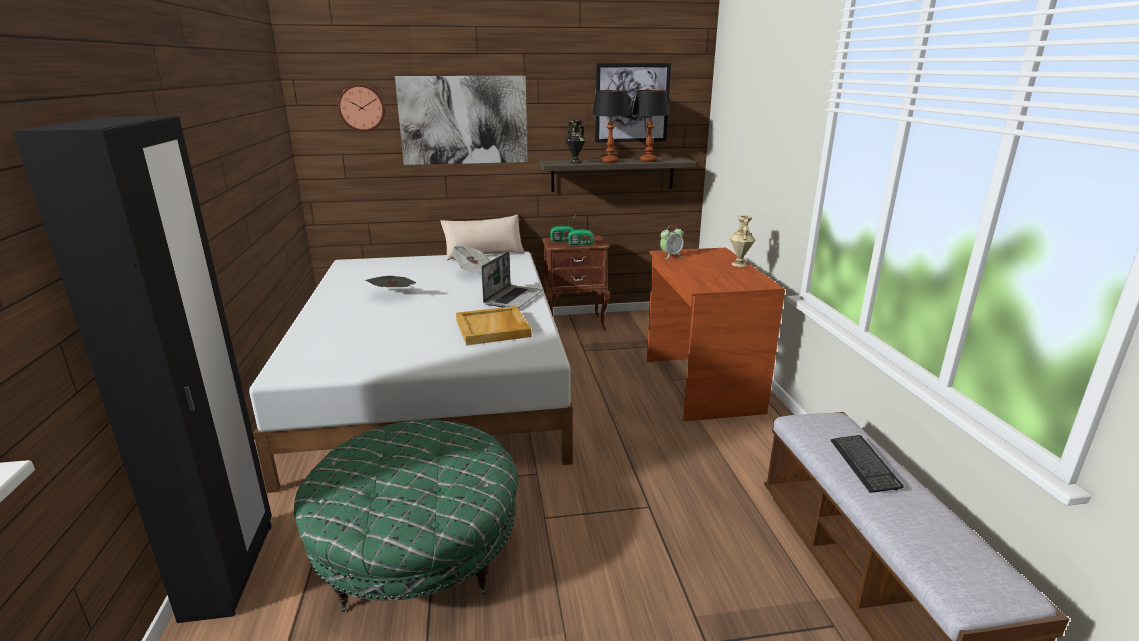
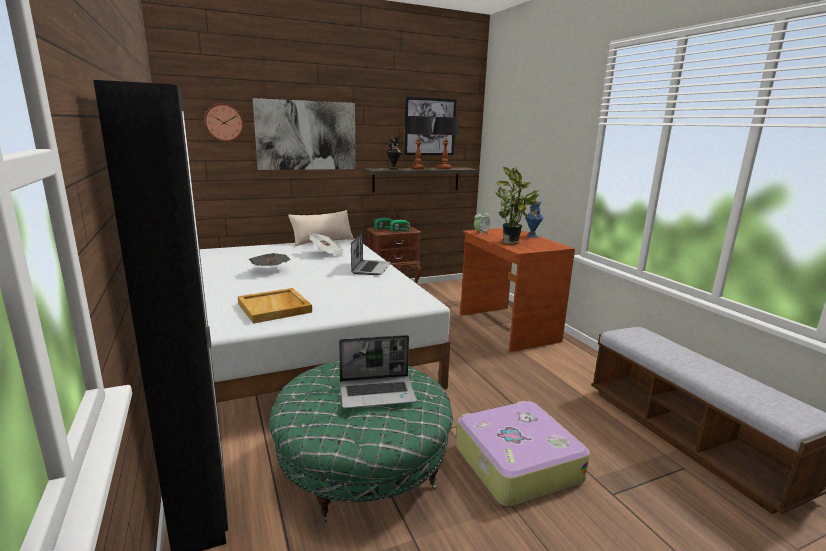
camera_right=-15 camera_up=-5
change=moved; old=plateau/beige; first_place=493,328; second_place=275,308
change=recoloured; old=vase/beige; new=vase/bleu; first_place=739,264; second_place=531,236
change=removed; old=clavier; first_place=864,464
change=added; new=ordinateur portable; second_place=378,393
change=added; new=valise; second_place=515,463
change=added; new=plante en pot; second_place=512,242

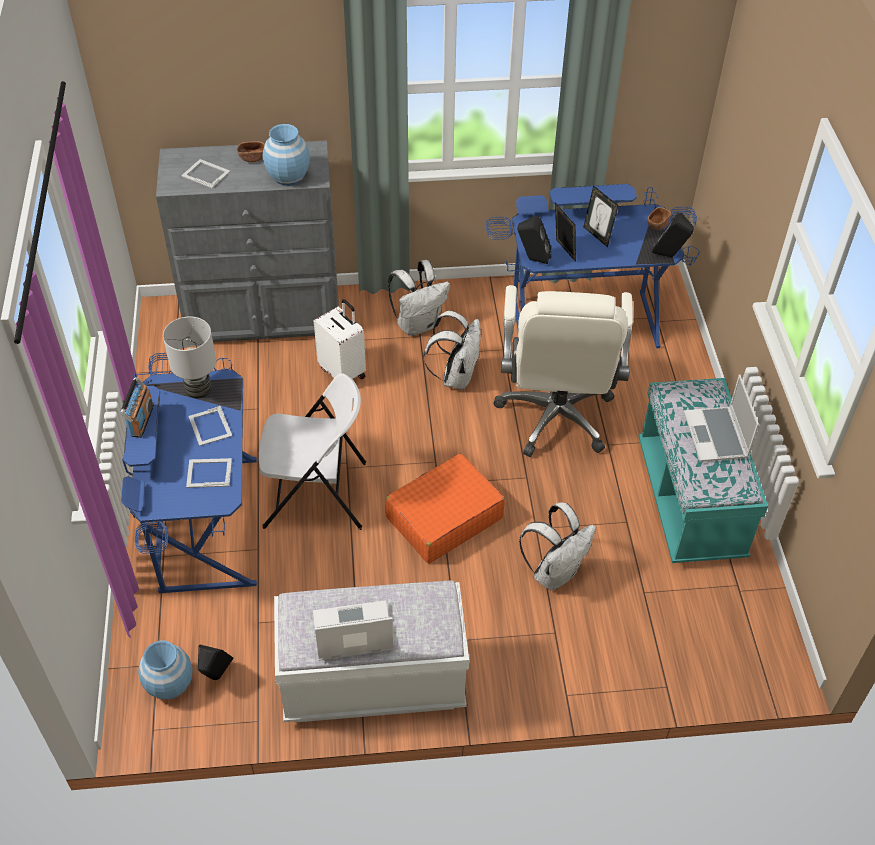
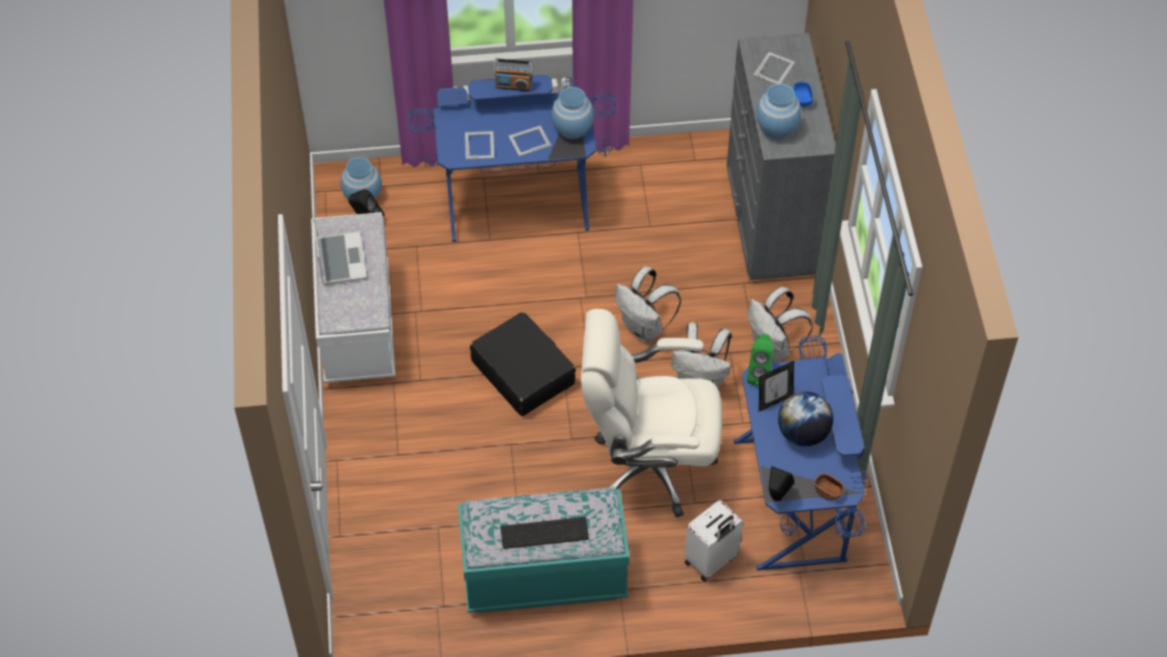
camera_right=90 camera_up=5
change=replaced; old=lampe de table/gris; new=vase/bleu; first_place=198,389; second_place=572,129
change=recoloured; old=bol/marron; new=bol/bleu; first_place=252,158; second_place=802,100
change=removed; old=chaise/blanc; first_place=315,494
change=moved; old=valise/blanc; first_place=343,372; second_place=711,561
change=recoloured; old=valise/orange; new=valise/noir; first_place=443,518; second_place=523,372
change=recoloured; old=enceinte/noir; new=enceinte/vert; first_place=532,259; second_place=759,374
change=moved; old=sac à dos/blanc; first_place=555,572; second_place=645,328
change=replaced; old=cadre photo; new=globe; first_place=597,235; second_place=803,433
change=replaced; old=ordinateur portable; new=clavier; first_place=717,436; second_place=543,534

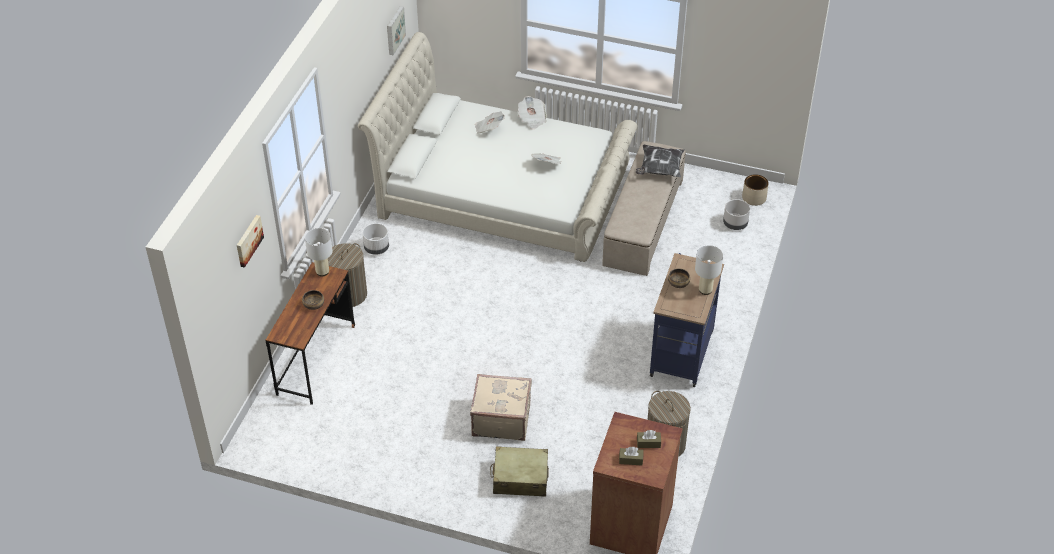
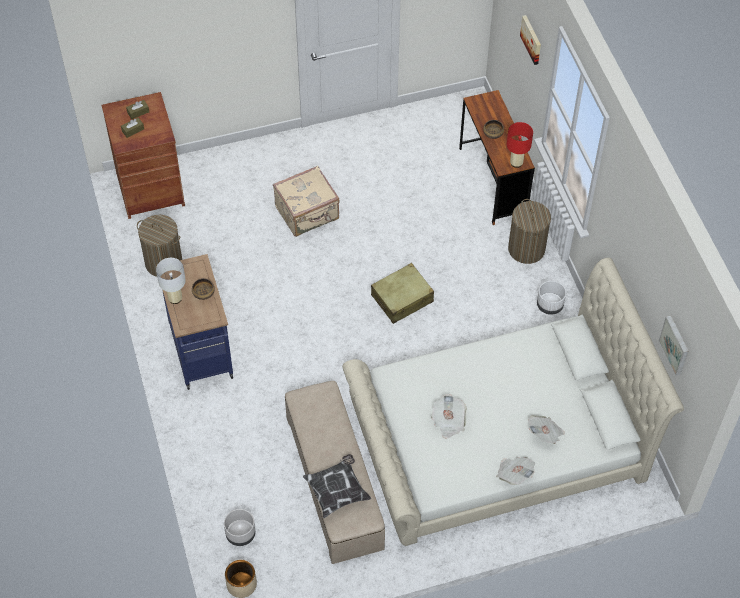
camera_right=145 camera_up=10
change=recoloured; old=lampe de table/blanc; new=lampe de table/rouge; first_place=323,272; second_place=516,163
change=moved; old=valise/beige; first_place=520,478; second_place=402,299

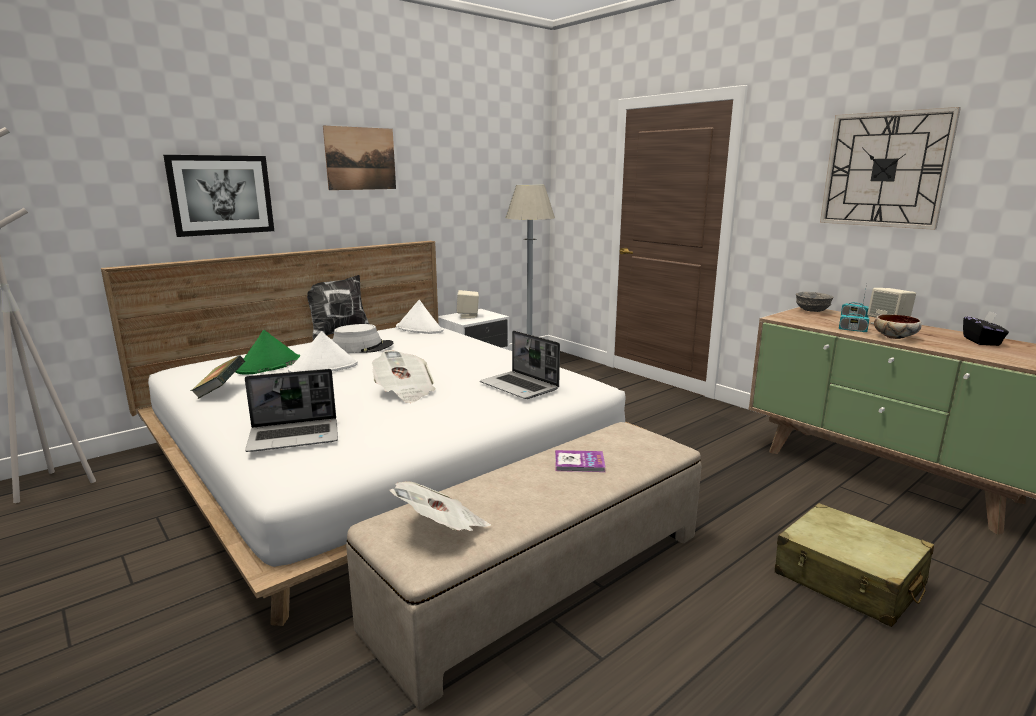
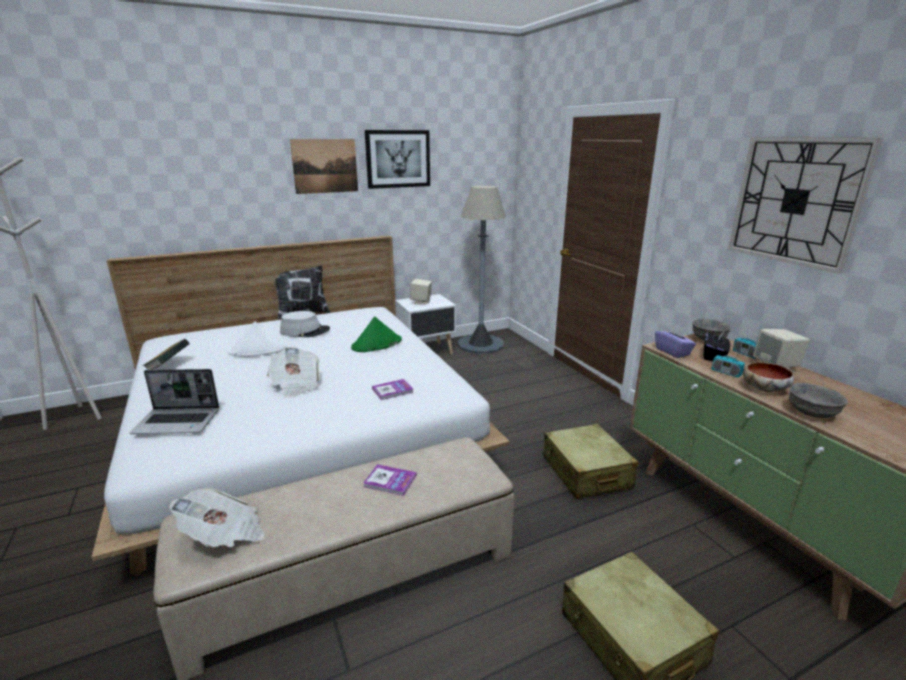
camera_right=15 camera_up=5
change=moved; old=tableau; first_place=221,195; second_place=398,159
change=moved; old=chapeau/vert; first_place=269,365; second_place=376,344
change=removed; old=chapeau/blanc; first_place=419,329
change=replaced; old=ordinateur portable; new=livre; first_place=520,387; second_place=392,390
change=moved; old=boîte à mouchoirs/noir; first_place=981,341; second_place=714,356
change=added; new=valise/beige; second_place=586,472
change=added; new=boîte à mouchoirs/violet; second_place=673,352
change=added; new=bol/gris; second_place=811,413

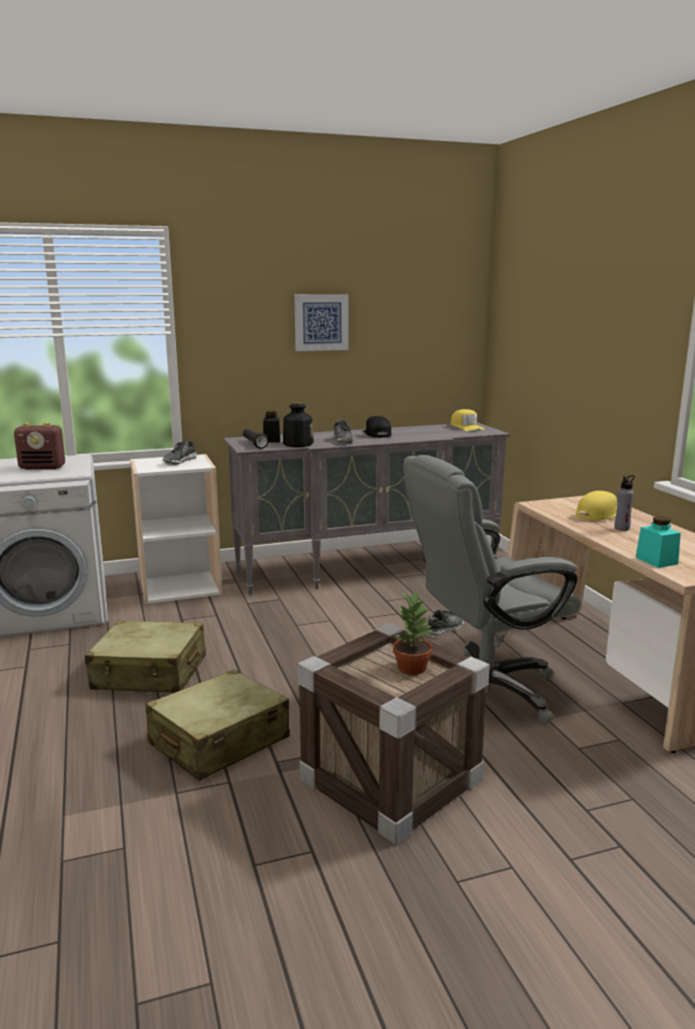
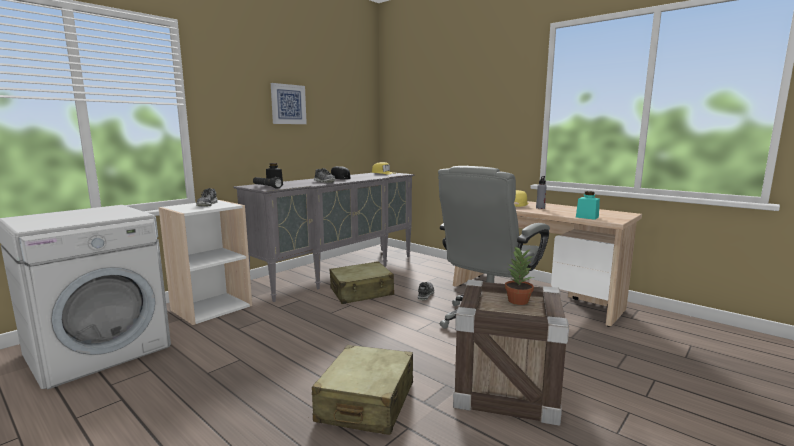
camera_right=-30 camera_up=-5
change=removed; old=radio; first_place=43,467
change=moved; old=valise/beige; first_place=150,673; second_place=361,292
change=removed; old=bouteille; first_place=297,444

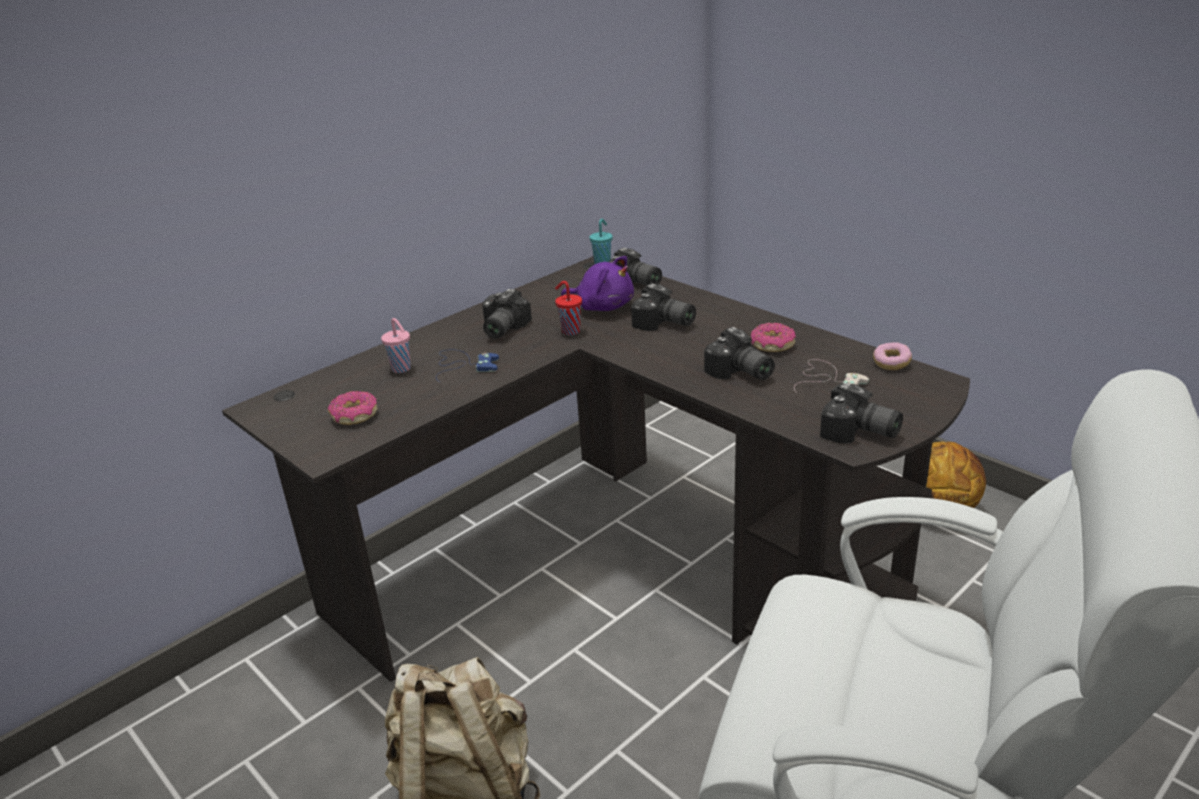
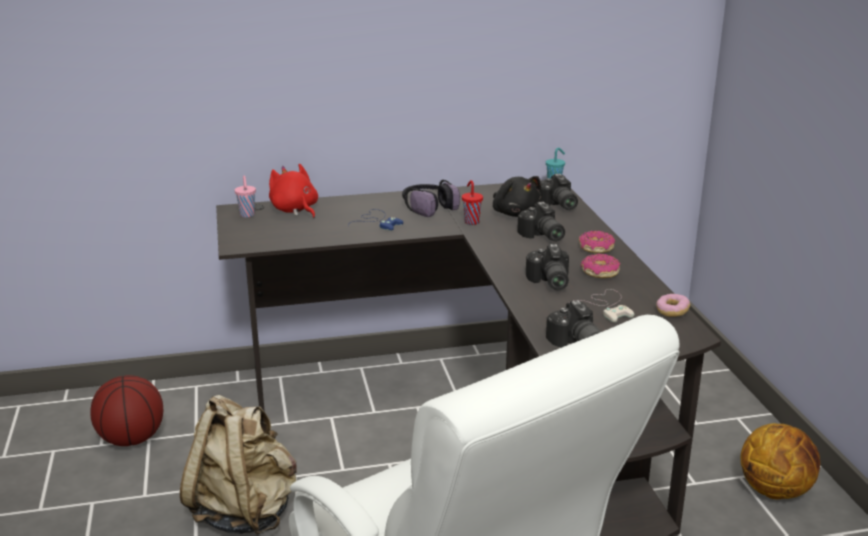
camera_right=30 camera_up=-5
change=moved; old=beignet; first_place=354,416; second_place=596,248
change=moved; old=tasse/rose; first_place=402,369; second_place=247,215
change=replaced; old=appareil photo; new=casque audio; first_place=500,329; second_place=428,207
change=recoloured; old=peluche/violet; new=peluche/noir; first_place=602,306; second_place=515,213
change=added; new=ballon de basket; second_place=132,439
change=added; new=peluche/rouge; second_place=295,210

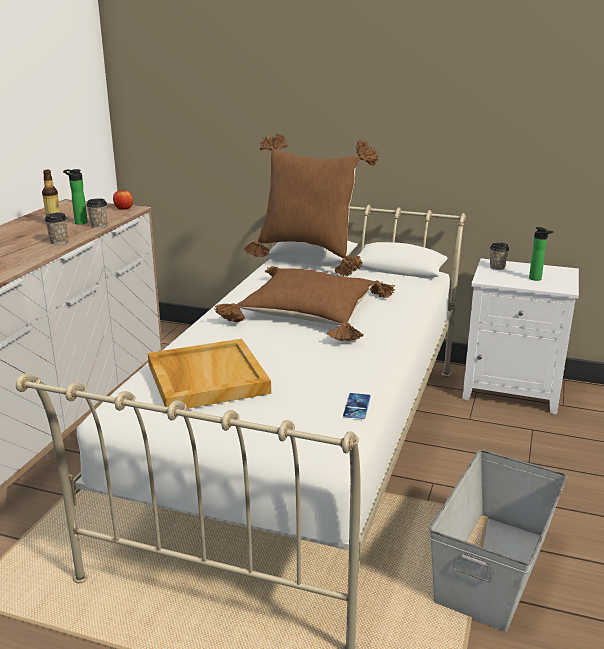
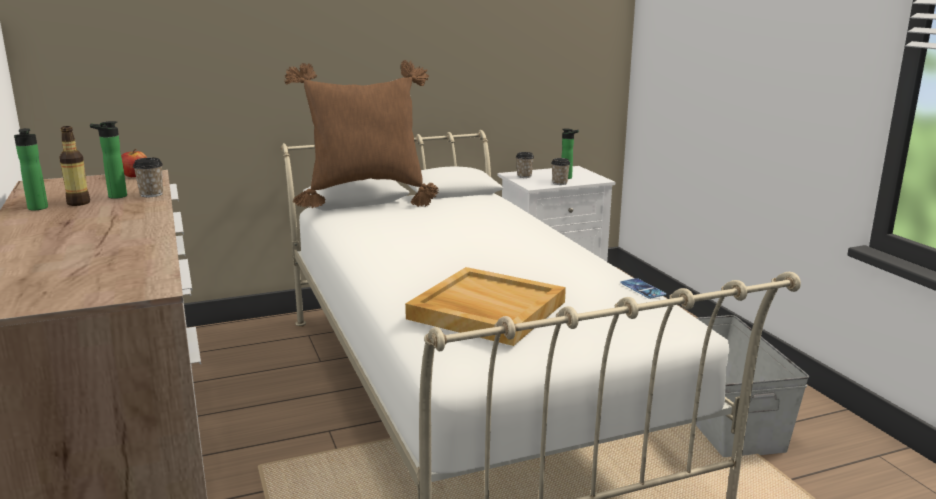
camera_right=-40 camera_up=-5
change=moved; old=tasse; first_place=59,241; second_place=559,183
change=removed; old=coussin/marron; first_place=309,309
change=added; new=bouteille; second_place=37,209

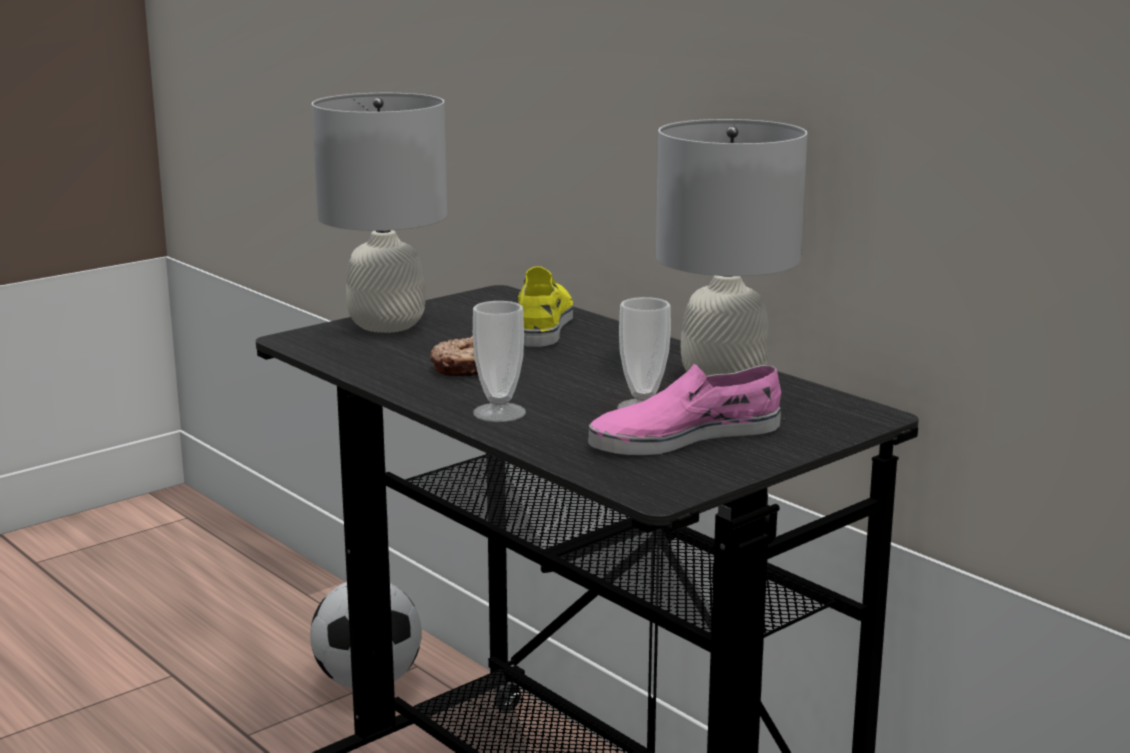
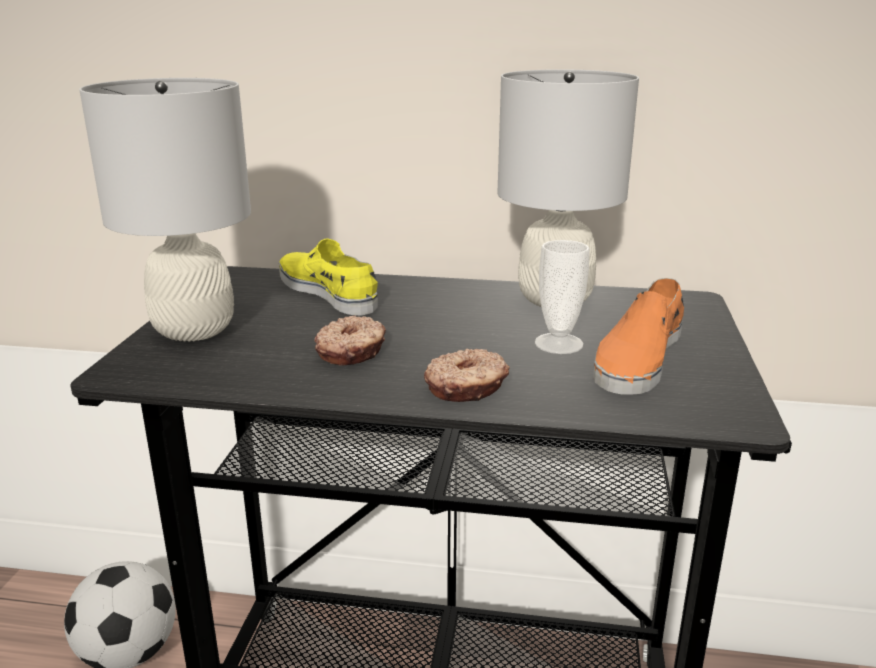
camera_right=-40 camera_up=5
change=replaced; old=tasse; new=beignet; first_place=499,413; second_place=467,387
change=recoloured; old=chaussure/rose; new=chaussure/orange; first_place=684,437; second_place=638,359

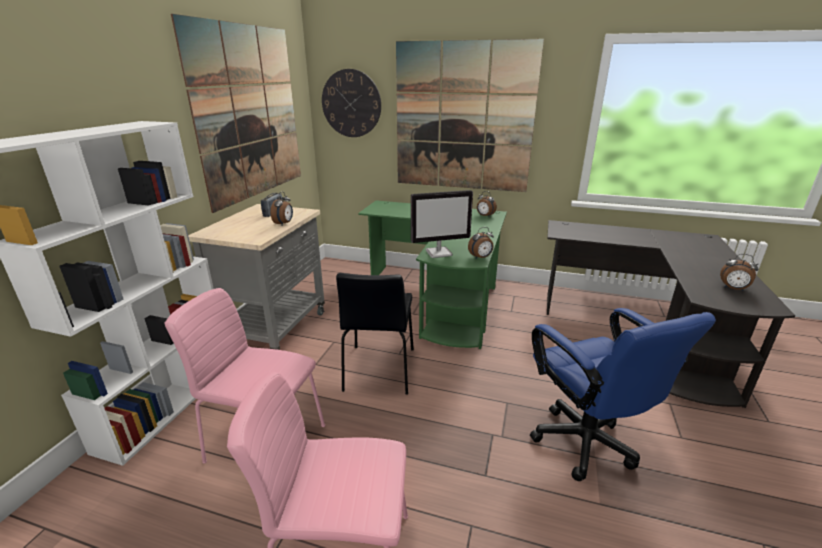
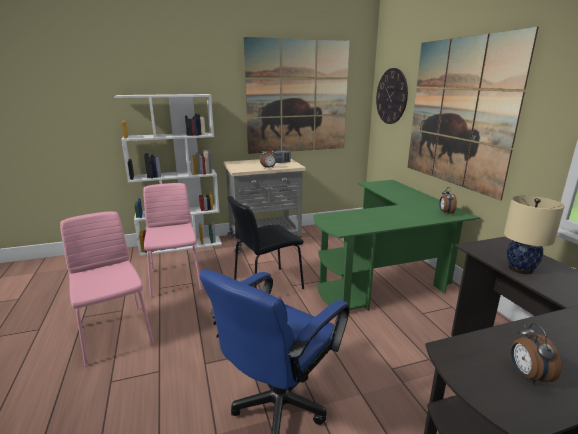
camera_right=55 camera_up=-5
change=removed; old=écran d'ordinateur; first_place=439,253
change=removed; old=réveil; first_place=480,257
change=added; new=lampe de table/beige; second_place=520,269

